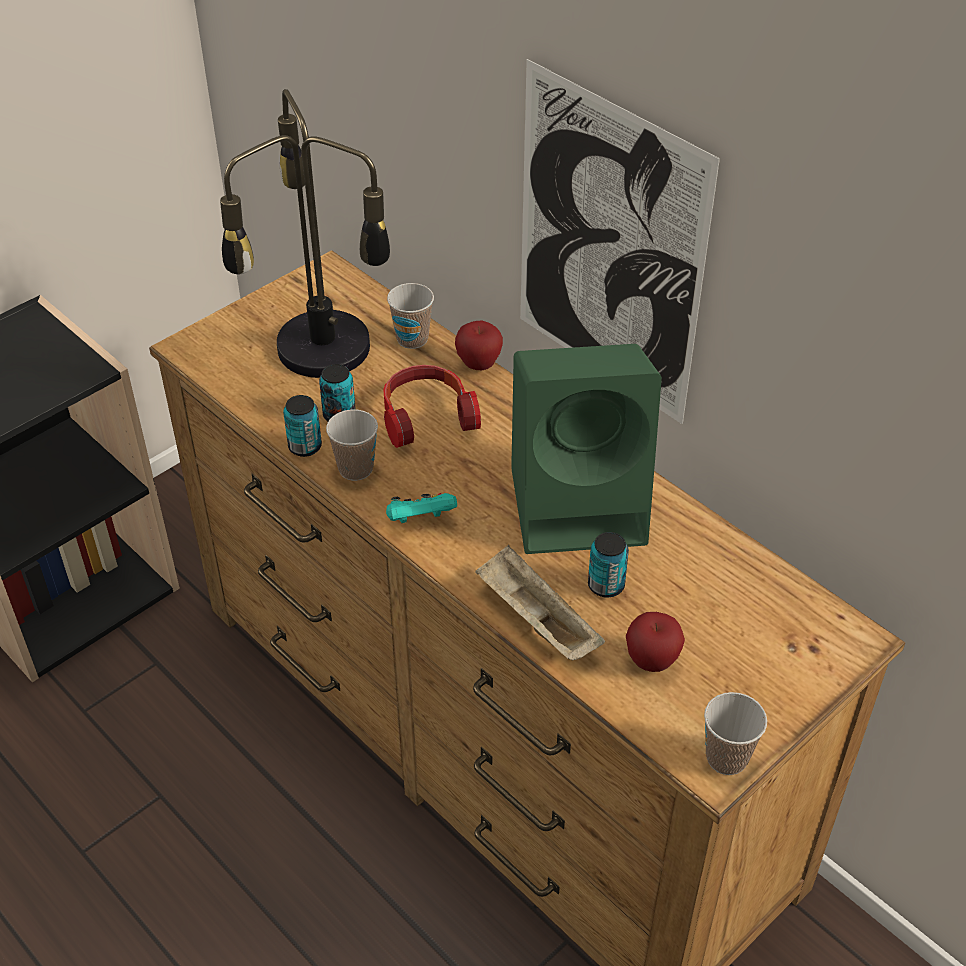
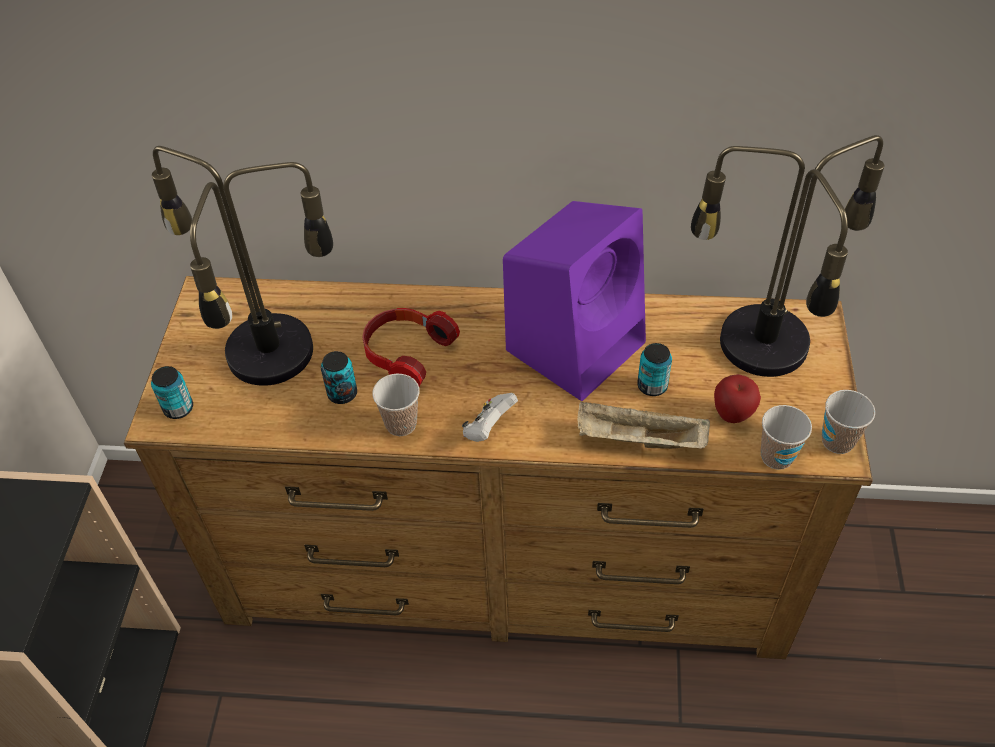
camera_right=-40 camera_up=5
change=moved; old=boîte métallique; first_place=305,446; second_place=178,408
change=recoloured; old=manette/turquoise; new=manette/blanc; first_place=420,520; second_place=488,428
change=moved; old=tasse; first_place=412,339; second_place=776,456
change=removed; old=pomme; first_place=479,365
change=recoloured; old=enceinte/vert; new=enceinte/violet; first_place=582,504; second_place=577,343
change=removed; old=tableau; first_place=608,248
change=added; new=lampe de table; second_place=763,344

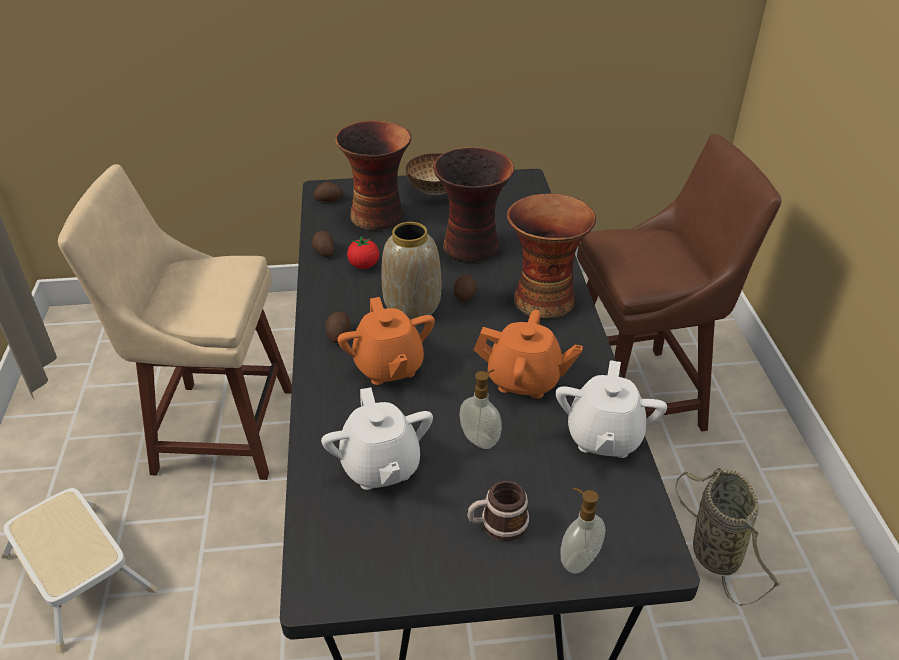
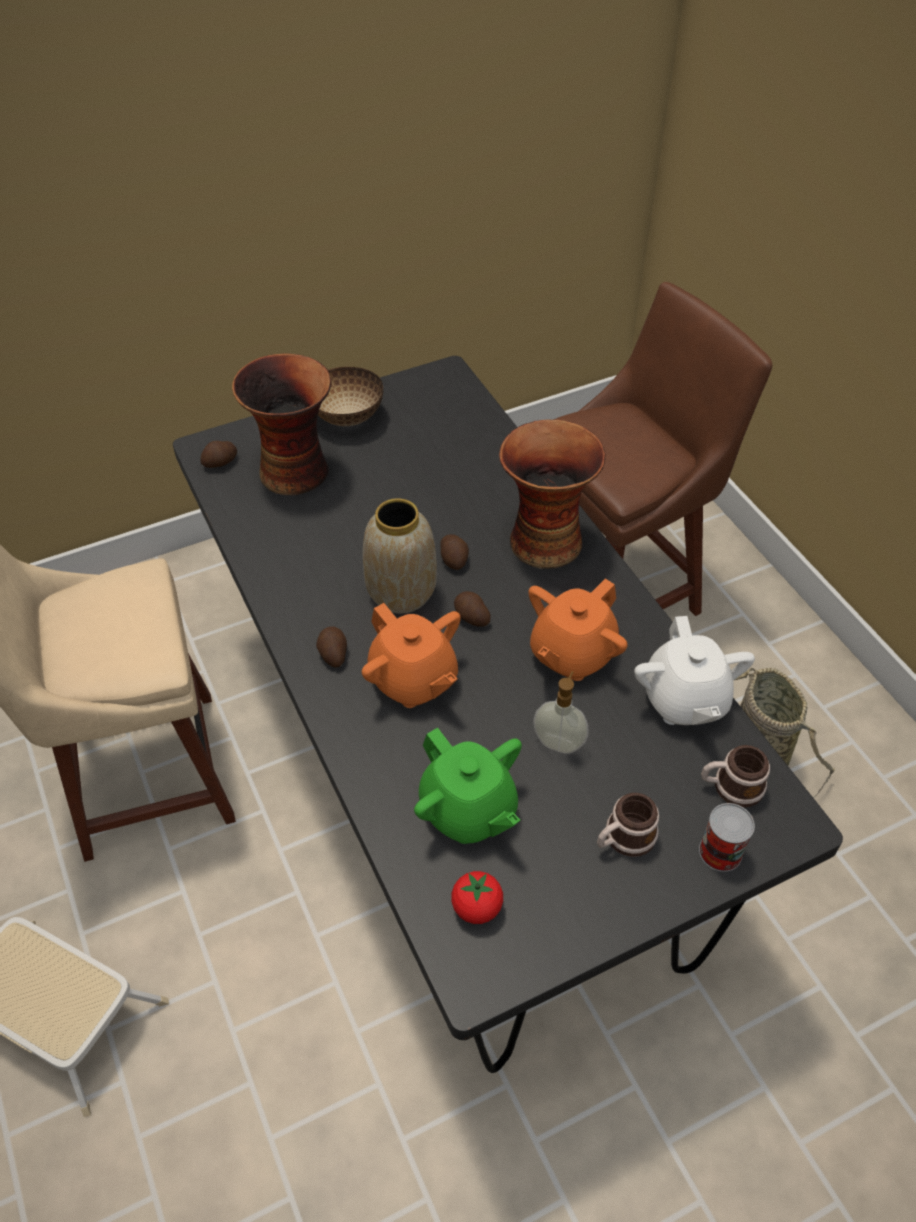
camera_right=-20 camera_up=10
change=moved; old=pomme de terre; first_place=324,251; second_place=471,617
change=recoloured; old=théière/blanc; new=théière/vert; first_place=380,466; second_place=468,810
change=moved; old=tomate; first_place=364,265; second_place=477,907
change=removed; old=vase; first_place=473,247
change=turned; old=théière/orange; first_place=524,380; second_place=571,654; degrees=135
change=replaced; old=distributeur de savon; new=boîte métallique; first_place=578,559; second_place=720,852
change=added; new=mug; second_place=730,786

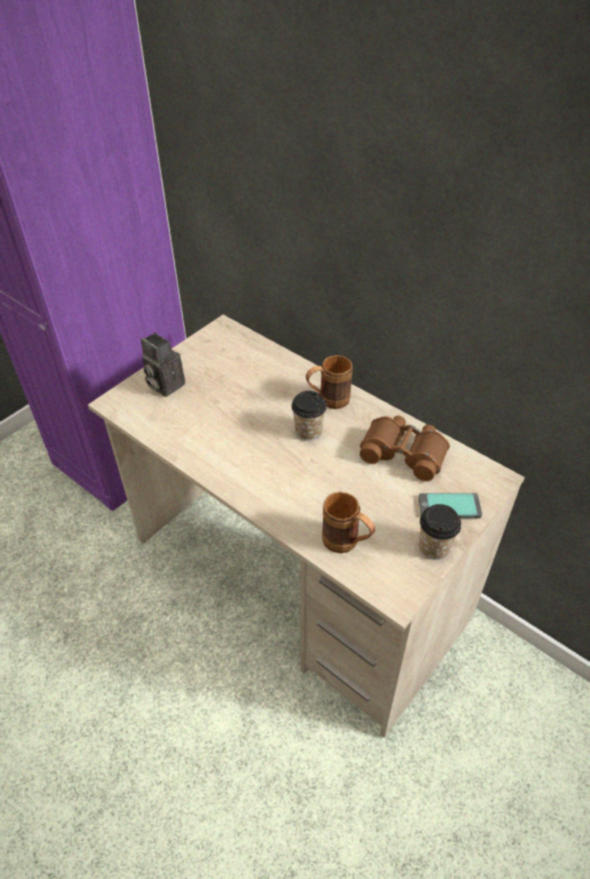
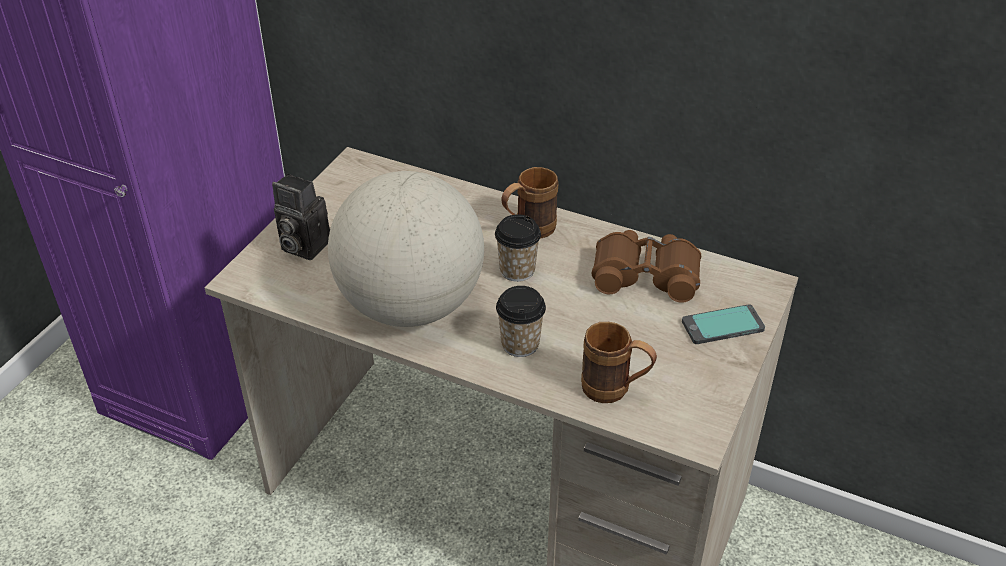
camera_right=-15 camera_up=-5
change=moved; old=tasse; first_place=434,547; second_place=520,344
change=added; new=globe; second_place=410,306

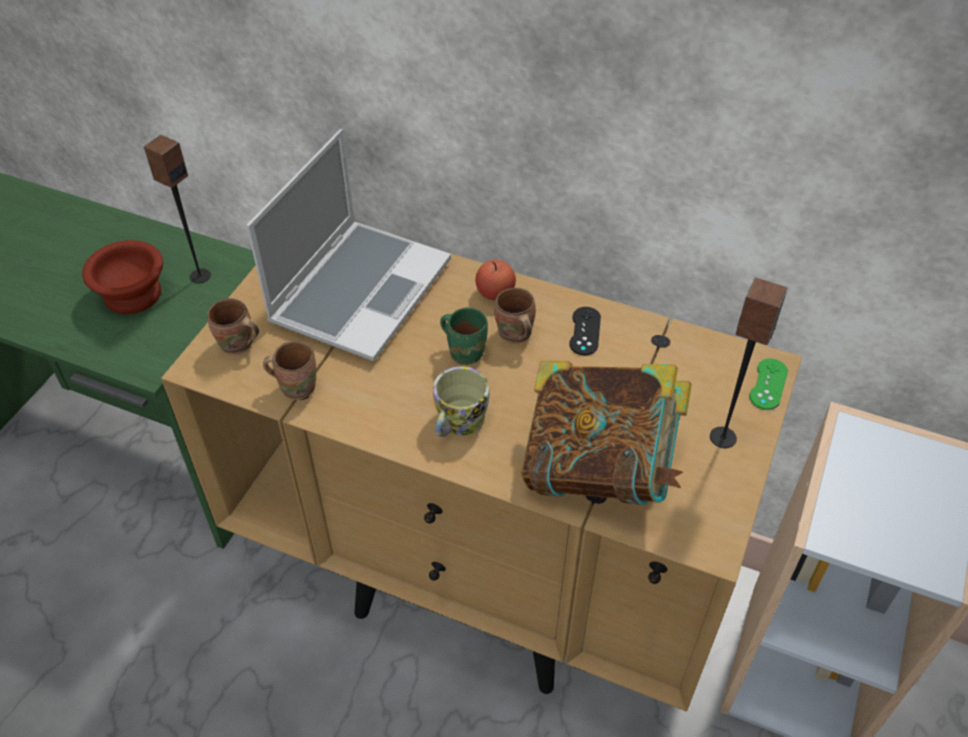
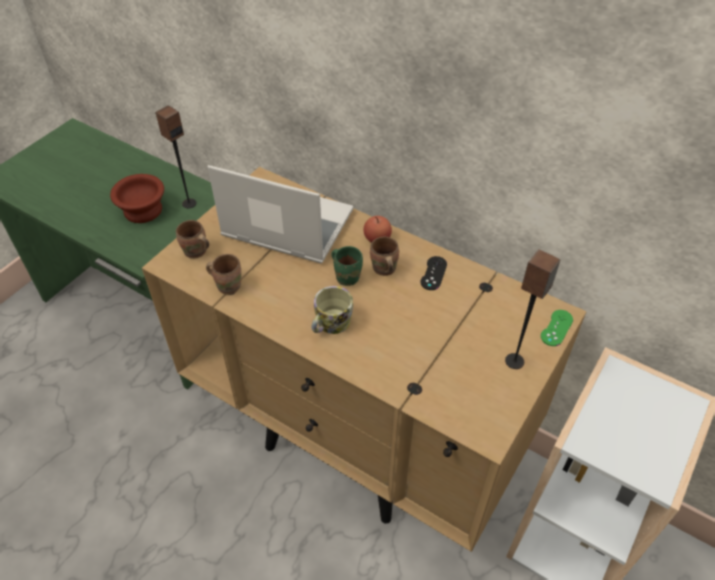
camera_right=10 camera_up=0
change=turned; old=ordinateur portable; first_place=360,290; second_place=285,225; degrees=-105
change=removed; old=livre; first_place=600,468

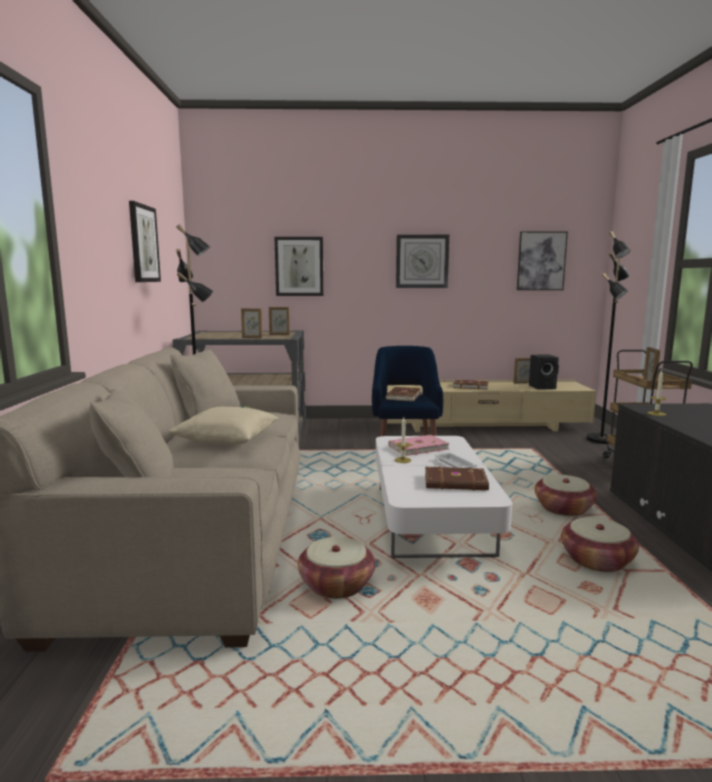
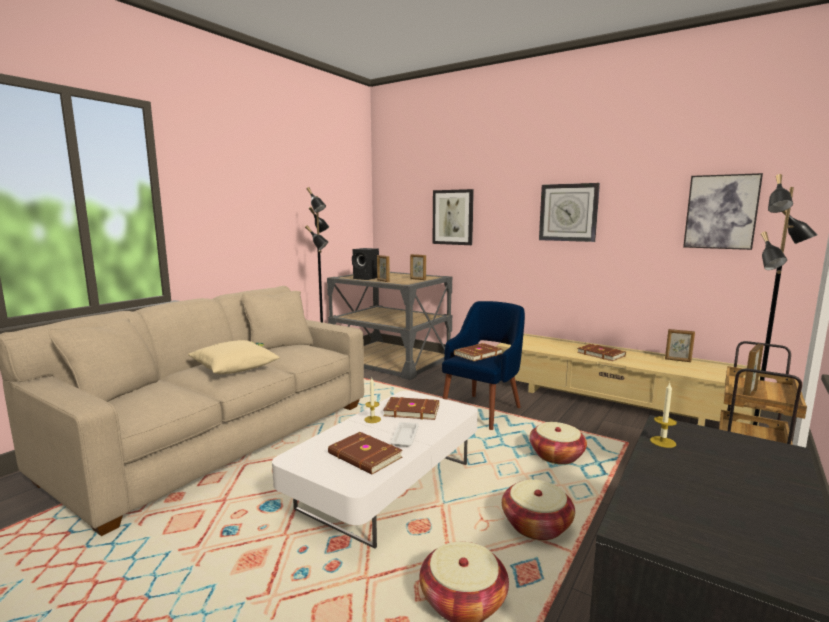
camera_right=35 camera_up=0
change=removed; old=tableau; first_place=143,244
change=moved; old=panier; first_place=336,585; second_place=556,455
change=recoloured; old=livre/rose; new=livre/marron; first_place=417,447; second_place=411,410
change=moved; old=enceinte/noir; first_place=543,387; second_place=366,278

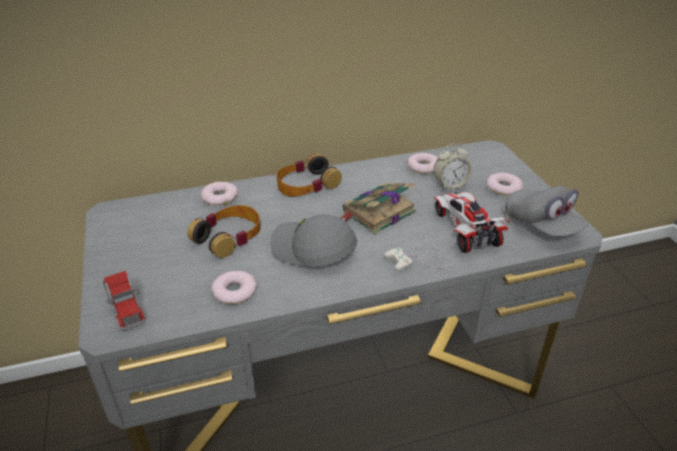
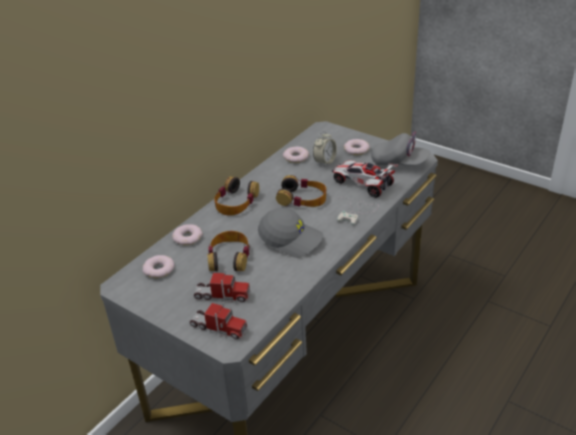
camera_right=-35 camera_up=0
change=moved; old=beignet; first_place=234,291; second_place=159,269
change=turned; old=casquette/gris; first_place=312,250; second_place=291,239; degrees=-150
change=replaced; old=livre; new=casque audio; first_place=377,213; second_place=302,198
change=added; new=camion jouet; second_place=222,295

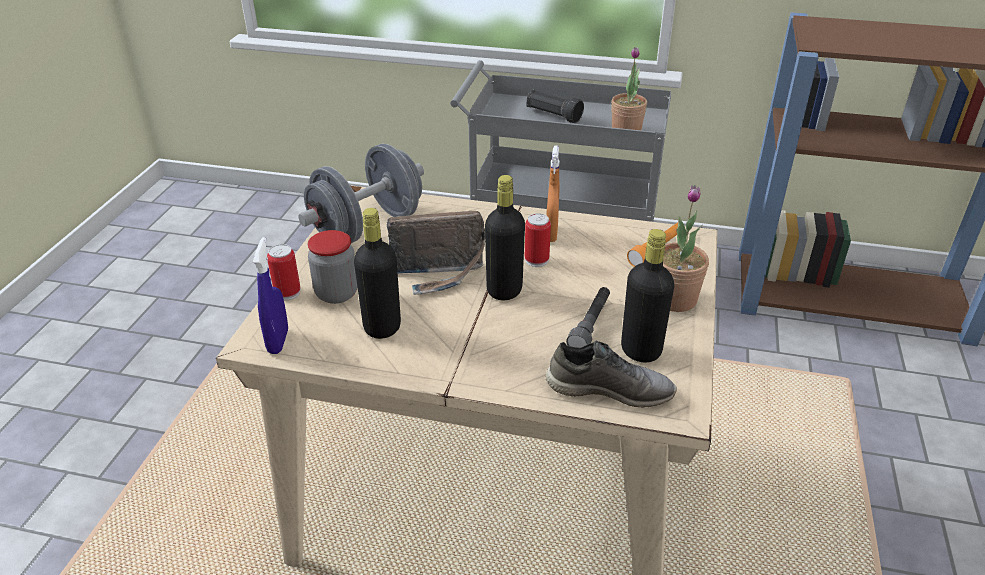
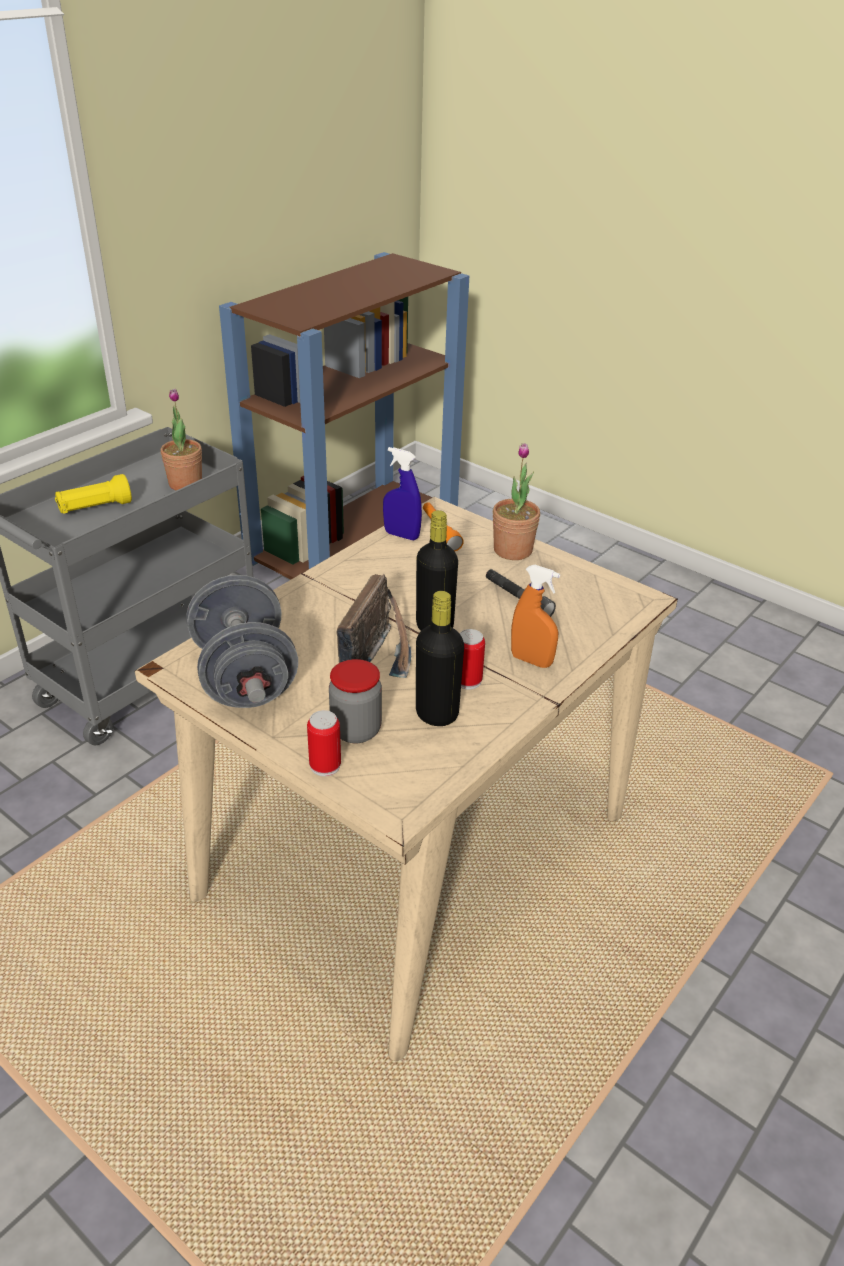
camera_right=-65 camera_up=0
change=moved; old=vaporisateur/bleu; first_place=278,341; second_place=401,535
change=moved; old=boîte métallique; first_place=536,260; second_place=468,681
change=recoloured; old=lampe de poche/noir; new=lampe de poche/jaune; first_place=553,115; second_place=95,508
change=moved; old=vaporisateur/orange; first_place=551,234; second_place=531,660
change=removed; old=chaussure/gris; first_place=609,389
change=removed; old=bouteille/noir; first_place=641,350

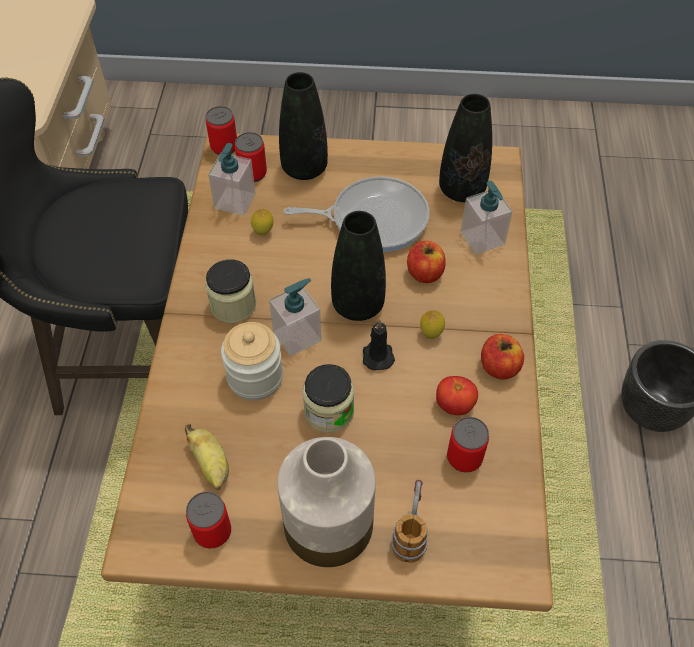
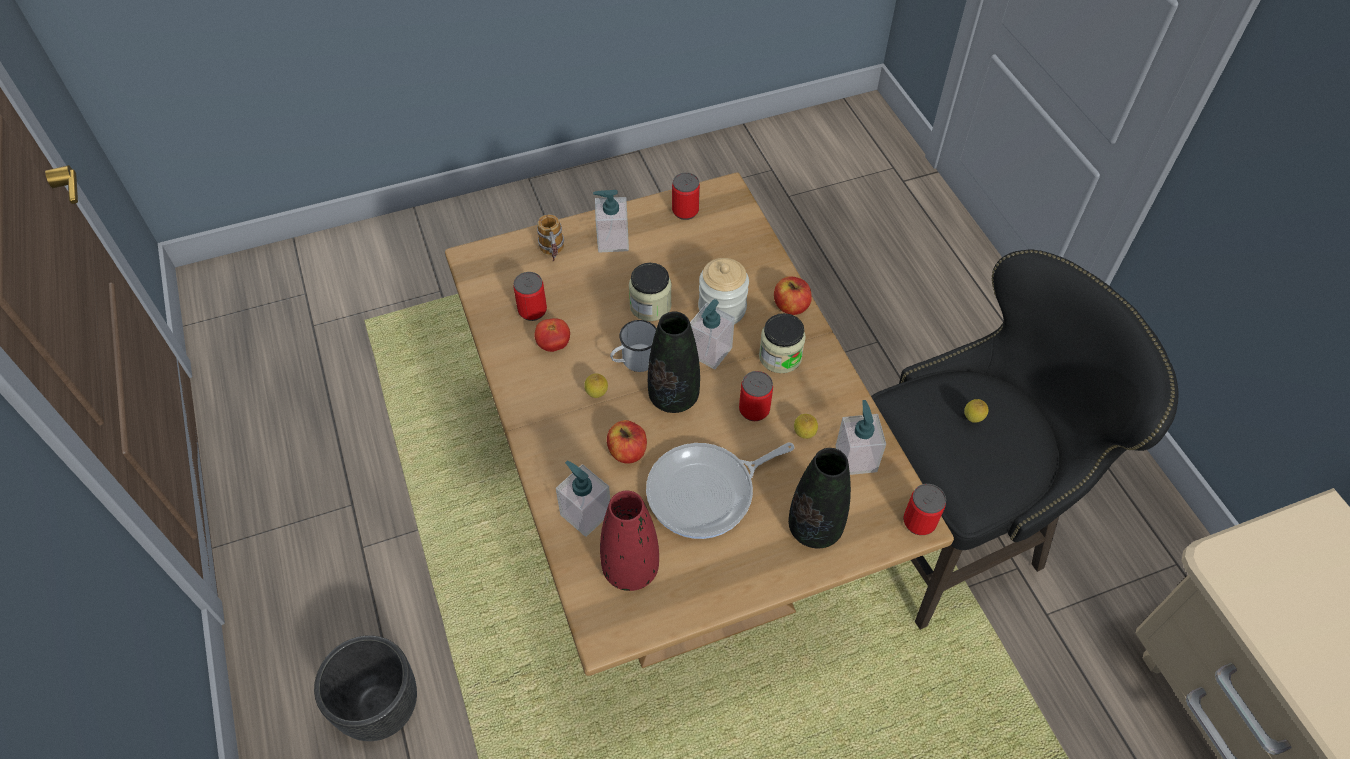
camera_right=155 camera_up=0
change=removed; old=banane; first_place=211,465
change=moved; old=boîte métallique; first_place=252,173; second_place=754,410
change=replaced; old=vase/beige; new=distributeur de savon; first_place=328,522; second_place=612,240
change=replaced; old=bougie/noir; new=mug/blanc; first_place=377,355; second_place=634,360
change=recoloured; old=vase/noir; new=vase/rouge; first_place=461,190; second_place=630,569
change=moved; old=pomme; first_place=499,367; second_place=791,306
change=added; new=citron; second_place=972,419

